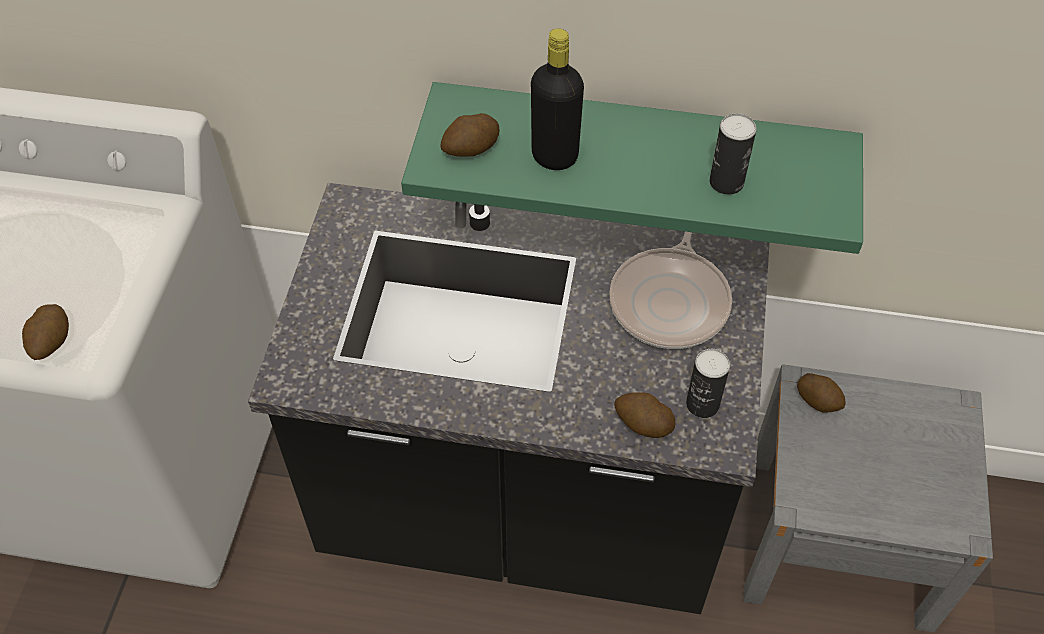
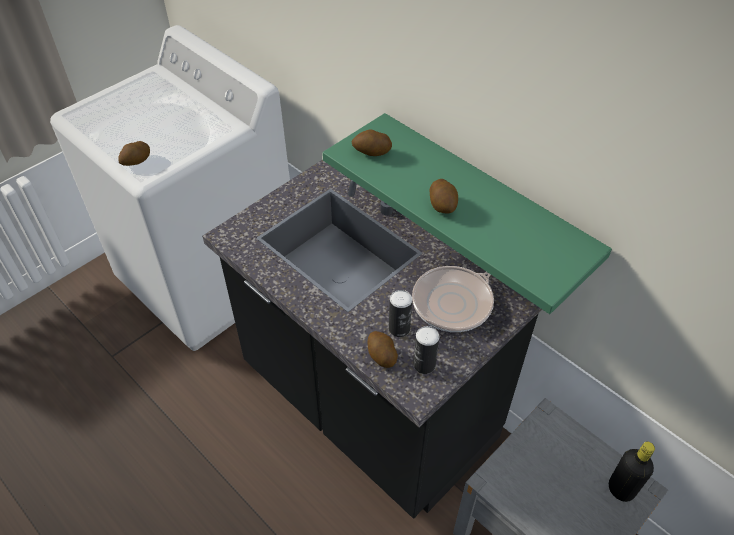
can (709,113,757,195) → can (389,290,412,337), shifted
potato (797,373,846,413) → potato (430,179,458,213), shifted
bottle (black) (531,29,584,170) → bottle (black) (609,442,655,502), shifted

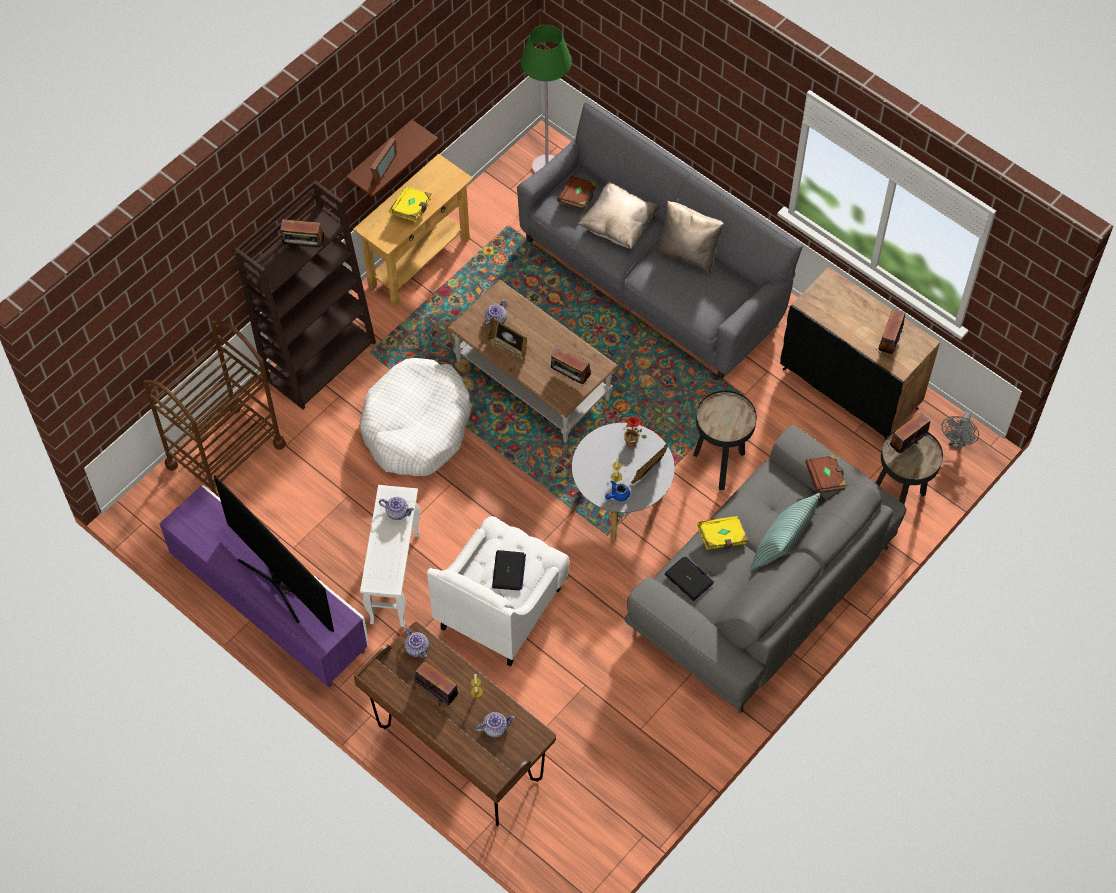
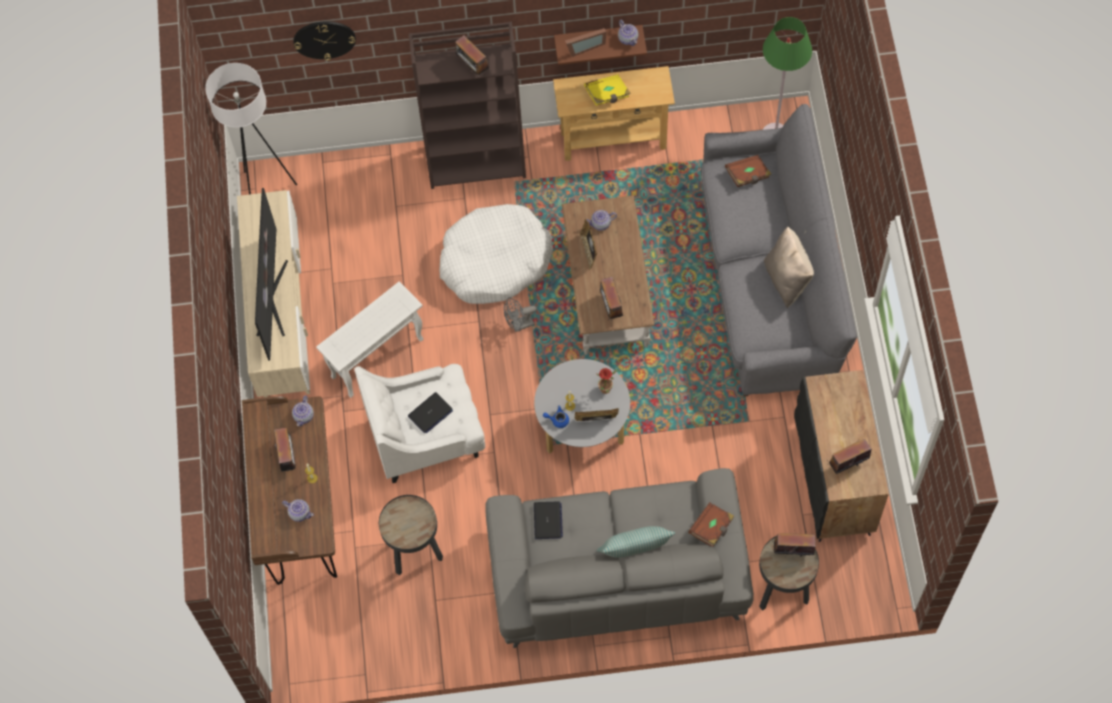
- → floor lamp (white) (205,63,297,194)
tv stand (purple) (159,485,369,688) → tv stand (beige) (237,190,310,397)
- → wall clock (293,21,356,60)
side table (black) (693,390,757,490) → side table (black) (379,495,443,576), shifted
fan (grey) (942,412,979,450) → fan (grey) (504,297,536,332), shifted
teapot (379,497,414,520) → teapot (618,20,638,46), shifted
cart (brown) (143,321,286,498) → -
pillow (beige) (577,180,660,249) → -
book (yellow) (697,516,749,550) → -

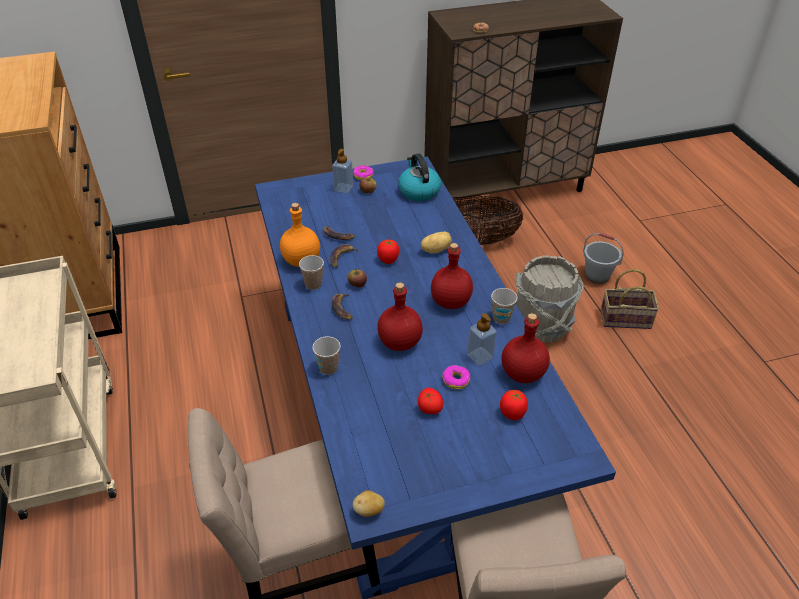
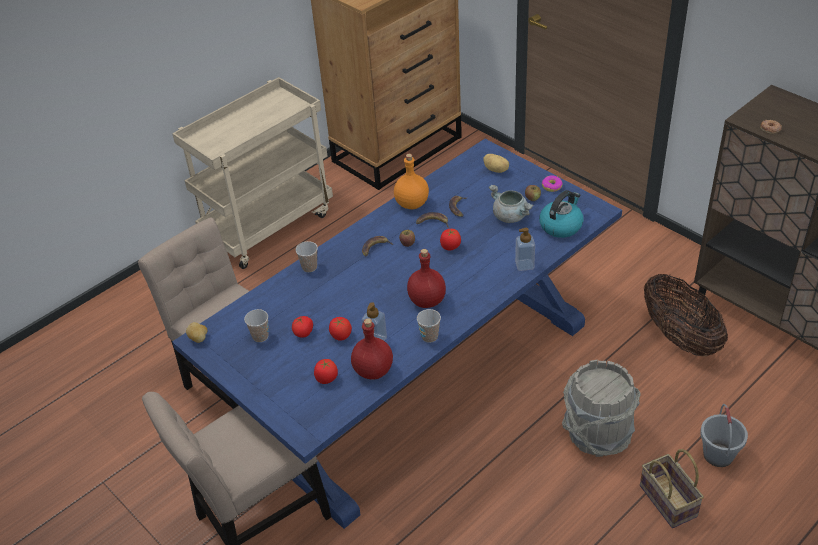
cup (299,255,324,290) → cup (244,309,269,342), shifted
donut (442,365,471,389) → tomato (329,317,352,341)
potato (421,231,452,253) → potato (483,154,509,173), shifted
- → cooking pot (grey) (489,185,533,223)
soap dispenser (332,149,353,193) → soap dispenser (515,228,535,271), shifted
bottle (red) (377,283,423,351) → -

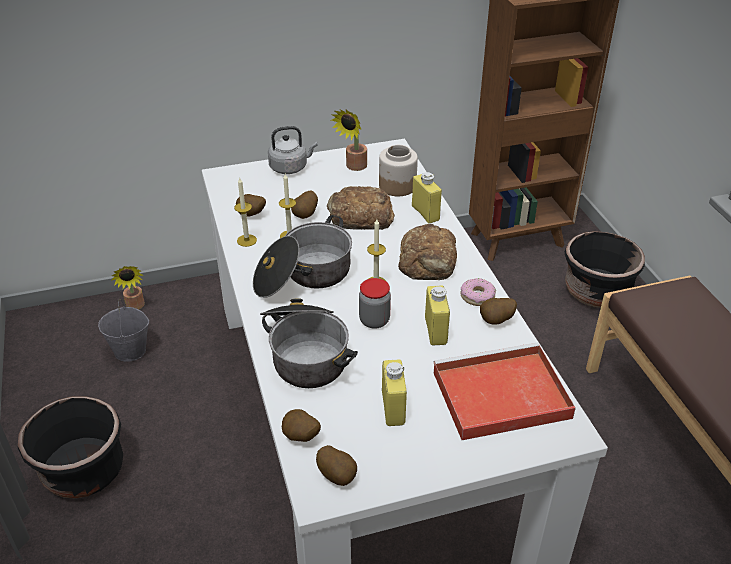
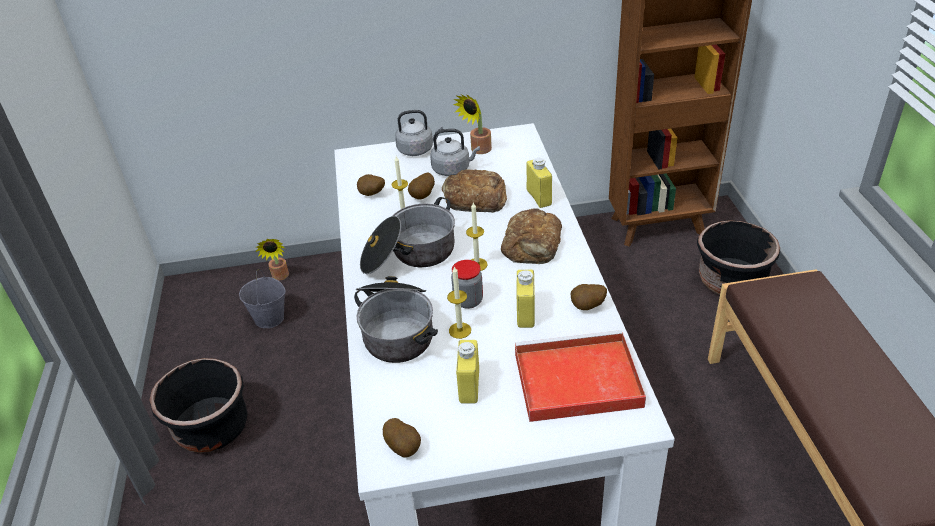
- → kettle (grey) (430,129,480,176)
candle (234,178,257,247) → candle (447,266,471,339), shifted
potato (282,409,321,442) → -
jar (379,145,418,196) → -
donut (460,278,496,306) → -

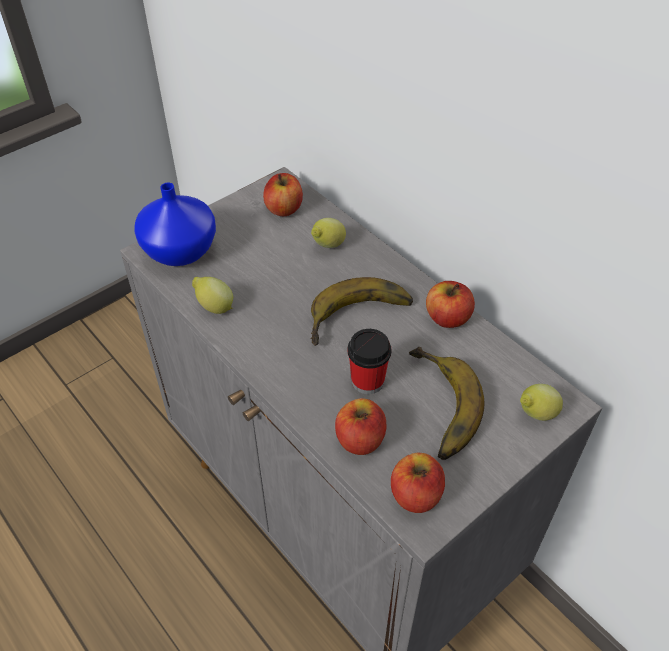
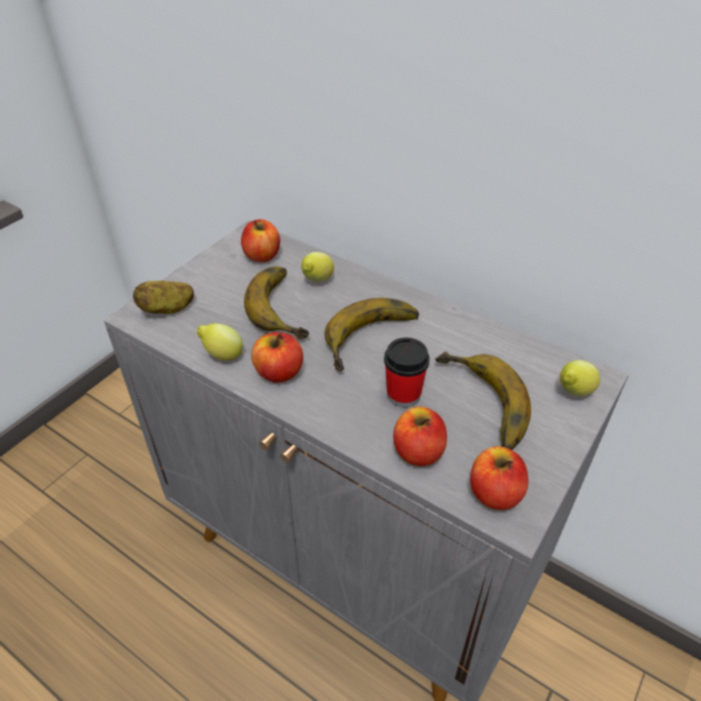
vase (blue) (134,183,216,266) → potato (133,280,194,314)
- → banana (244,267,309,339)
apple (426,281,475,328) → apple (251,332,303,383), shifted

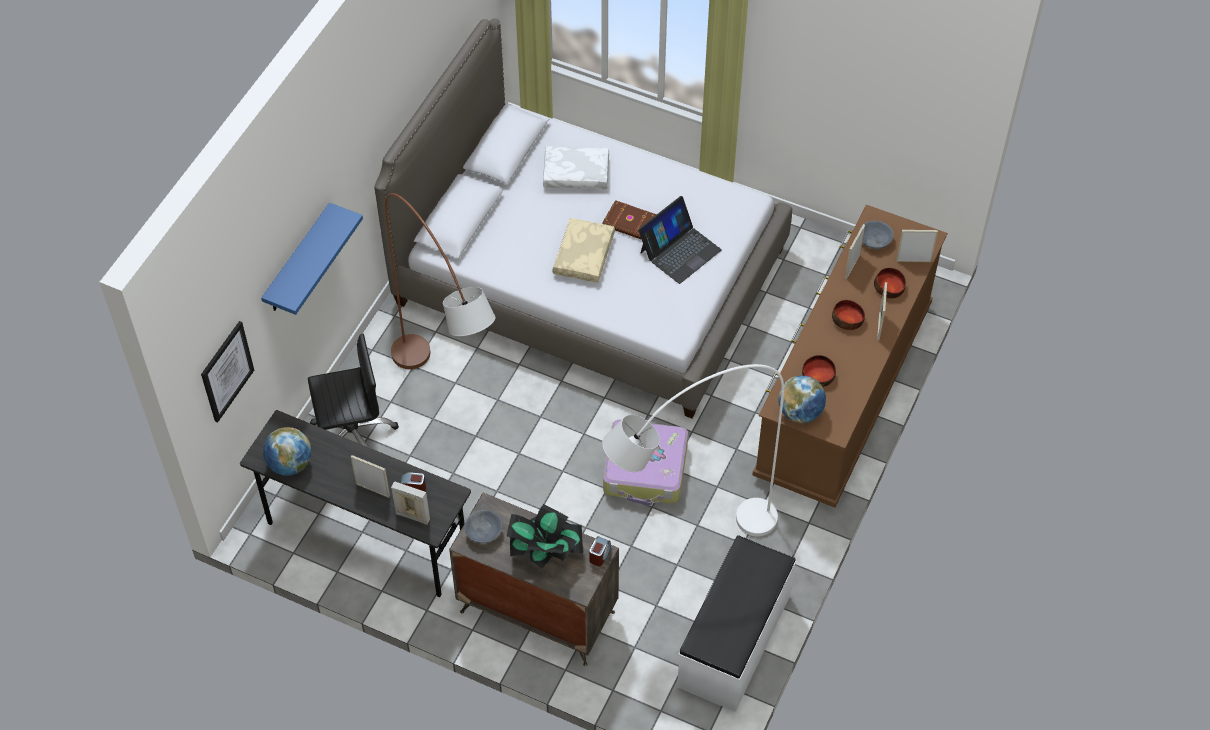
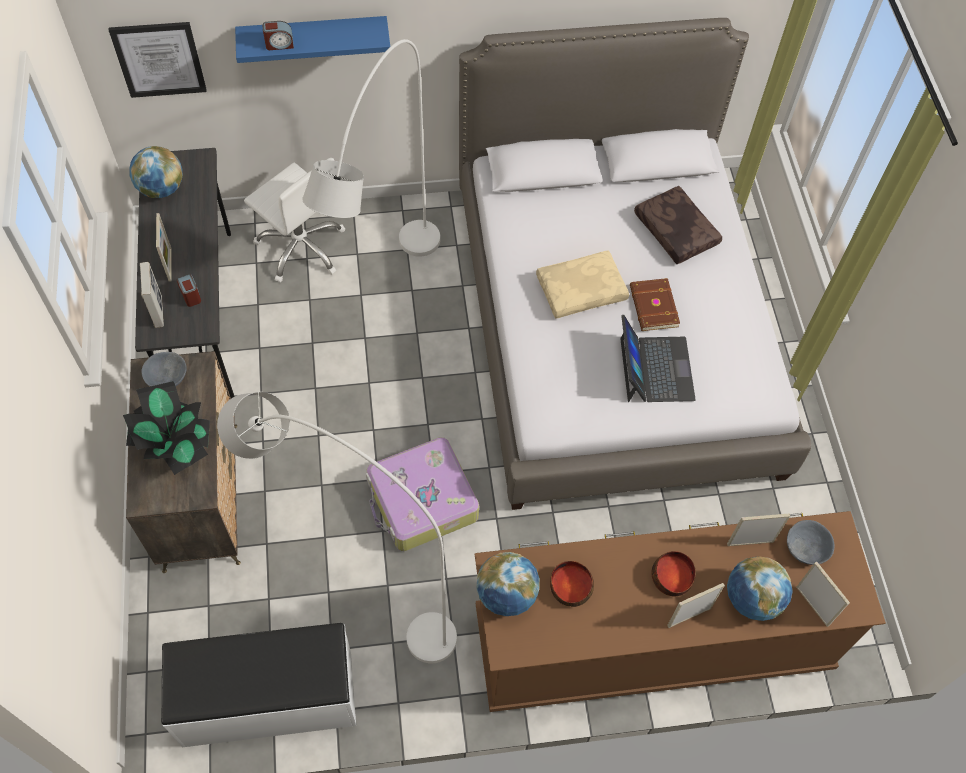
office chair (black) (308,333,399,447) → office chair (white) (244,158,345,283)
alarm clock (589,536,611,566) → alarm clock (263,21,294,50), shifted
floor lamp (brown) (385,193,495,369) → floor lamp (white) (302,39,440,257)
laptop (638,196,721,284) → laptop (620,315,696,402), 105 degrees counterclockwise
pillow (white) (543,147,609,189) → pillow (brown) (634,186,722,264)
bowl (874,268,906,299) → globe (727,556,793,621)

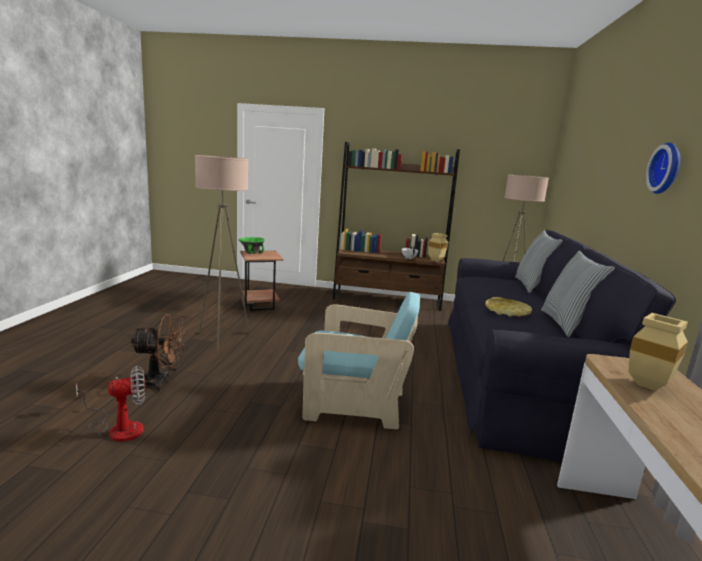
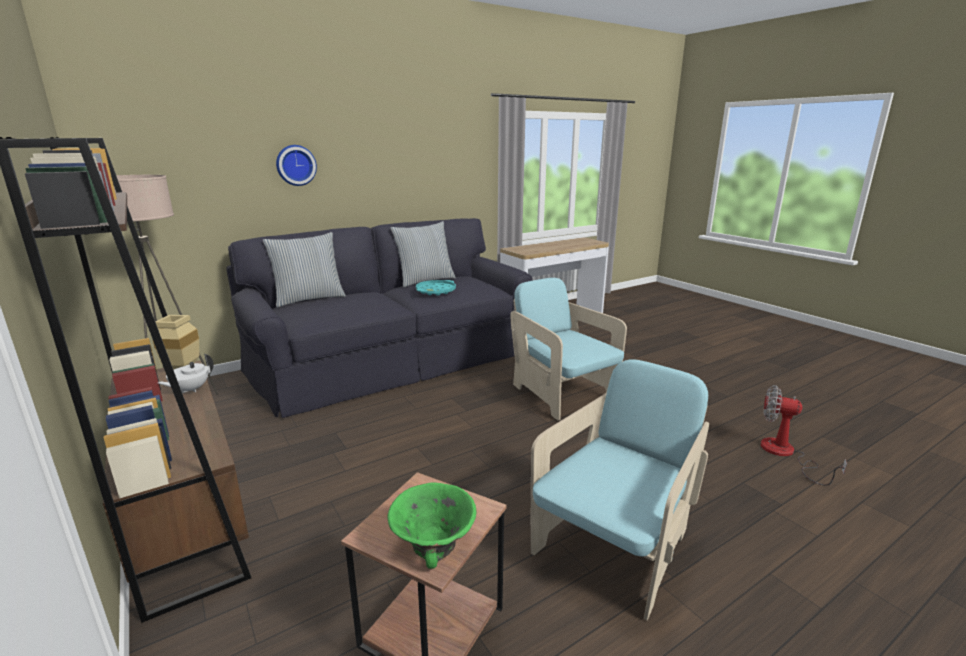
wall clock (646,142,680,194) → wall clock (276,145,317,186), shifted
tray (yellow) (485,297,532,317) → tray (turquoise) (416,280,456,296)
floor lamp (beige) (195,155,250,350) → armchair (turquoise) (531,359,709,620)
fan (brown) (131,314,185,391) → -
vase (beige) (628,313,688,391) → -

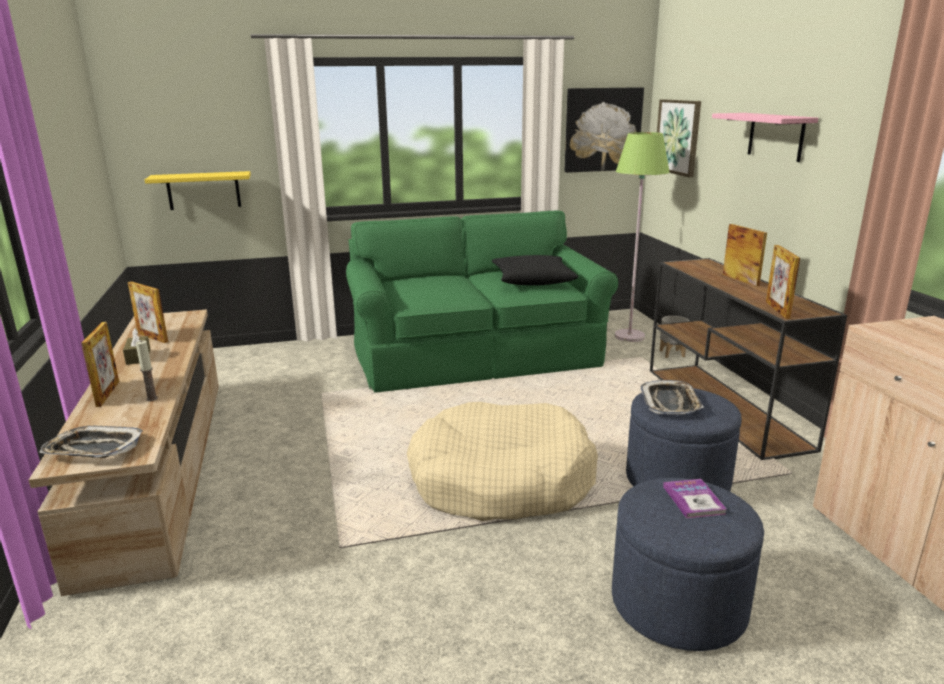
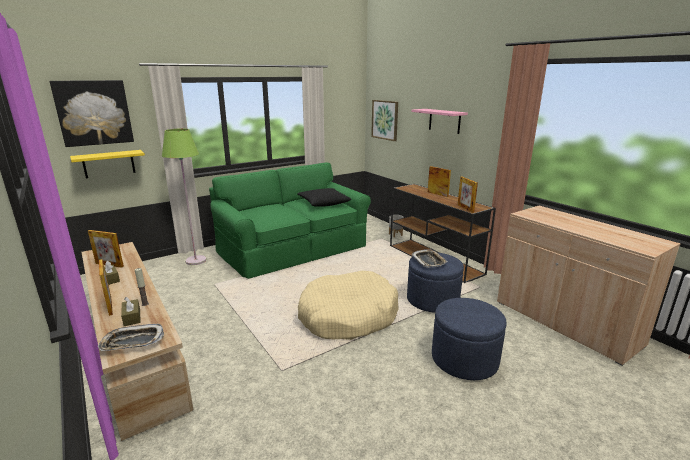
picture (565,87,644,173) → picture (50,80,134,147), shifted
- → tissue box (brown) (121,297,141,326)
floor lamp (green) (614,132,670,342) → floor lamp (green) (162,129,206,265), shifted
book (663,479,727,518) → -

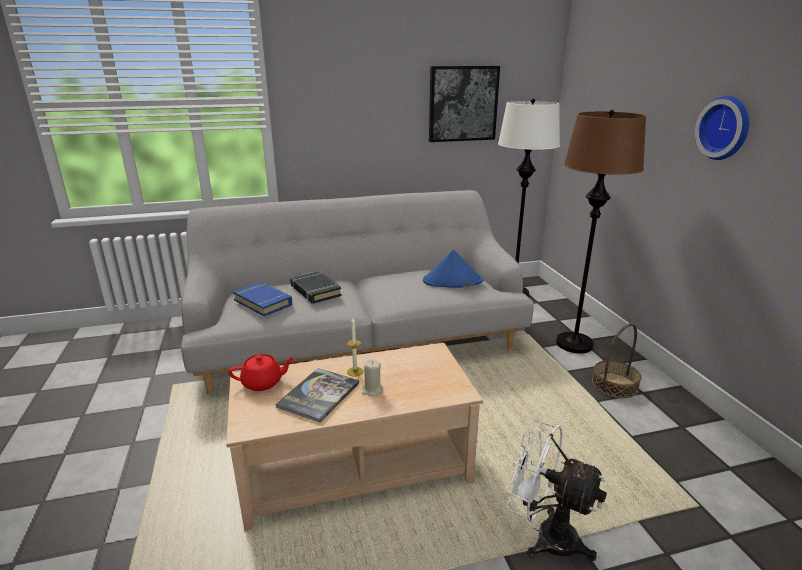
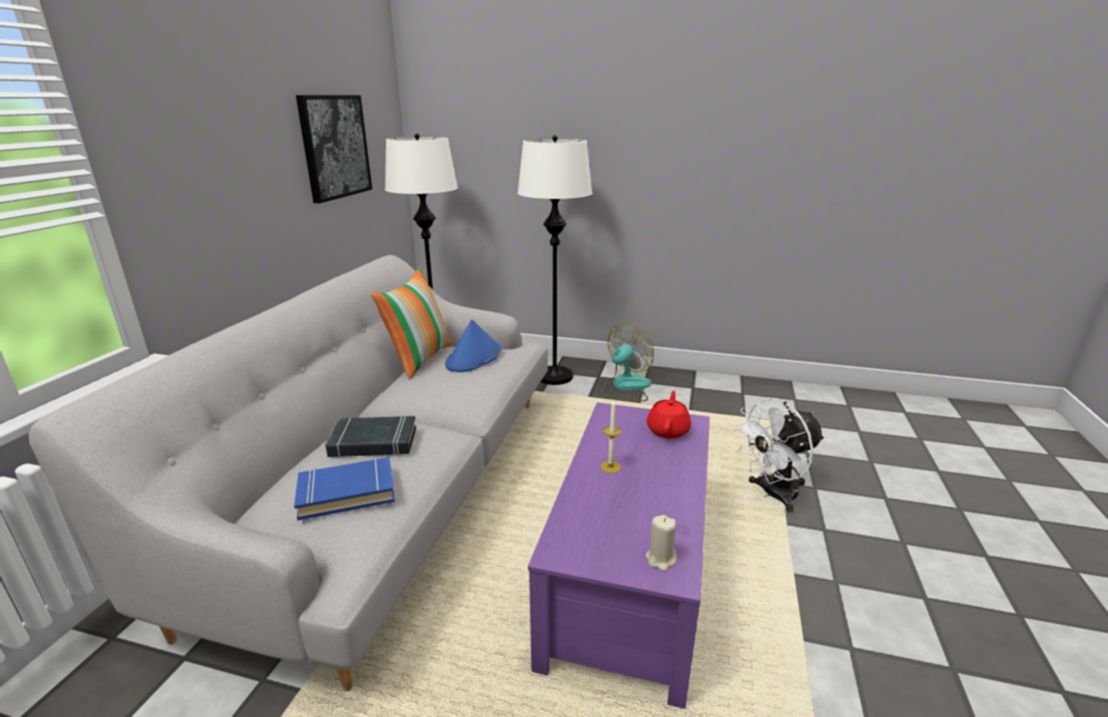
- → pillow (371,268,452,379)
floor lamp (brown) (556,110,646,353) → floor lamp (white) (518,135,592,385)
coffee table (beige) (226,343,483,531) → coffee table (purple) (528,402,710,709)
basket (592,324,642,398) → fan (602,324,654,402)
candle (beige) (362,359,383,396) → candle (beige) (646,515,677,571), shifted
teapot (red) (228,354,295,391) → teapot (red) (647,391,691,438), shifted
book (275,368,359,422) → -
wall clock (695,96,749,160) → -

